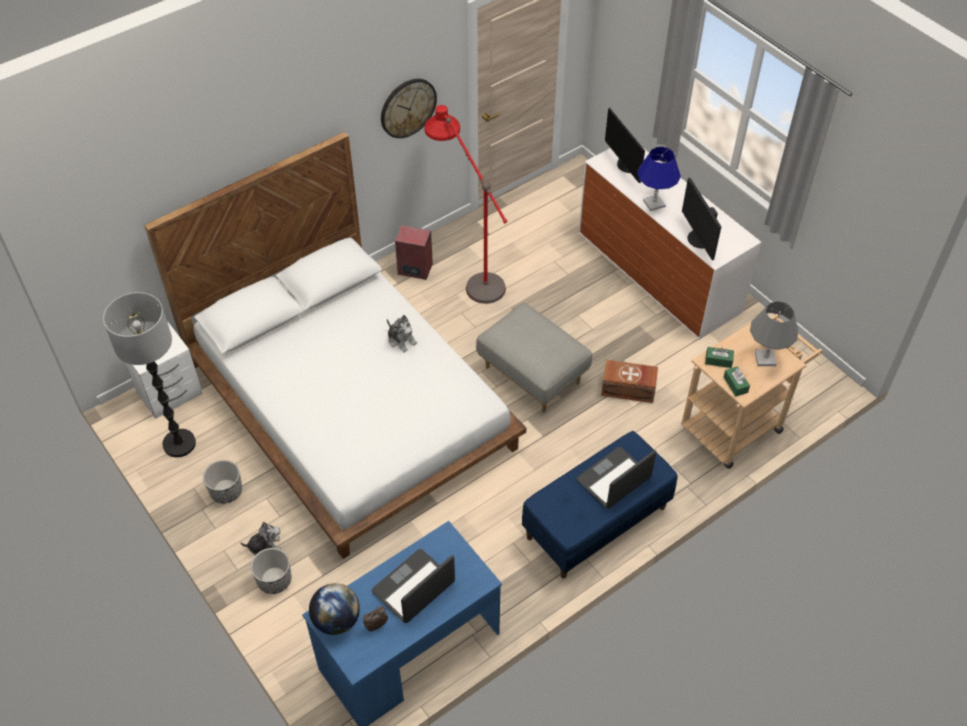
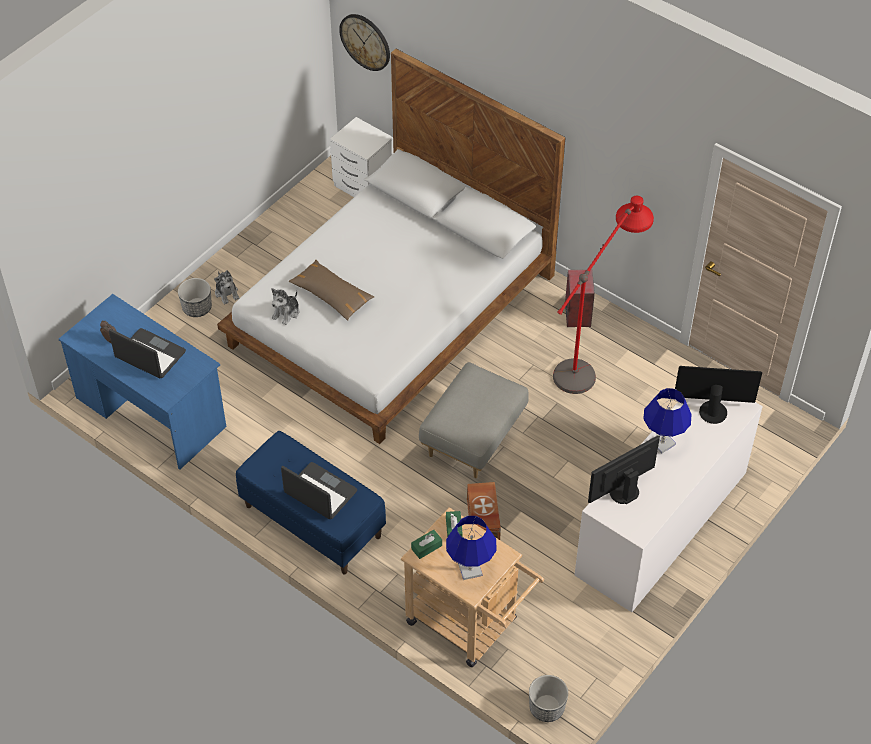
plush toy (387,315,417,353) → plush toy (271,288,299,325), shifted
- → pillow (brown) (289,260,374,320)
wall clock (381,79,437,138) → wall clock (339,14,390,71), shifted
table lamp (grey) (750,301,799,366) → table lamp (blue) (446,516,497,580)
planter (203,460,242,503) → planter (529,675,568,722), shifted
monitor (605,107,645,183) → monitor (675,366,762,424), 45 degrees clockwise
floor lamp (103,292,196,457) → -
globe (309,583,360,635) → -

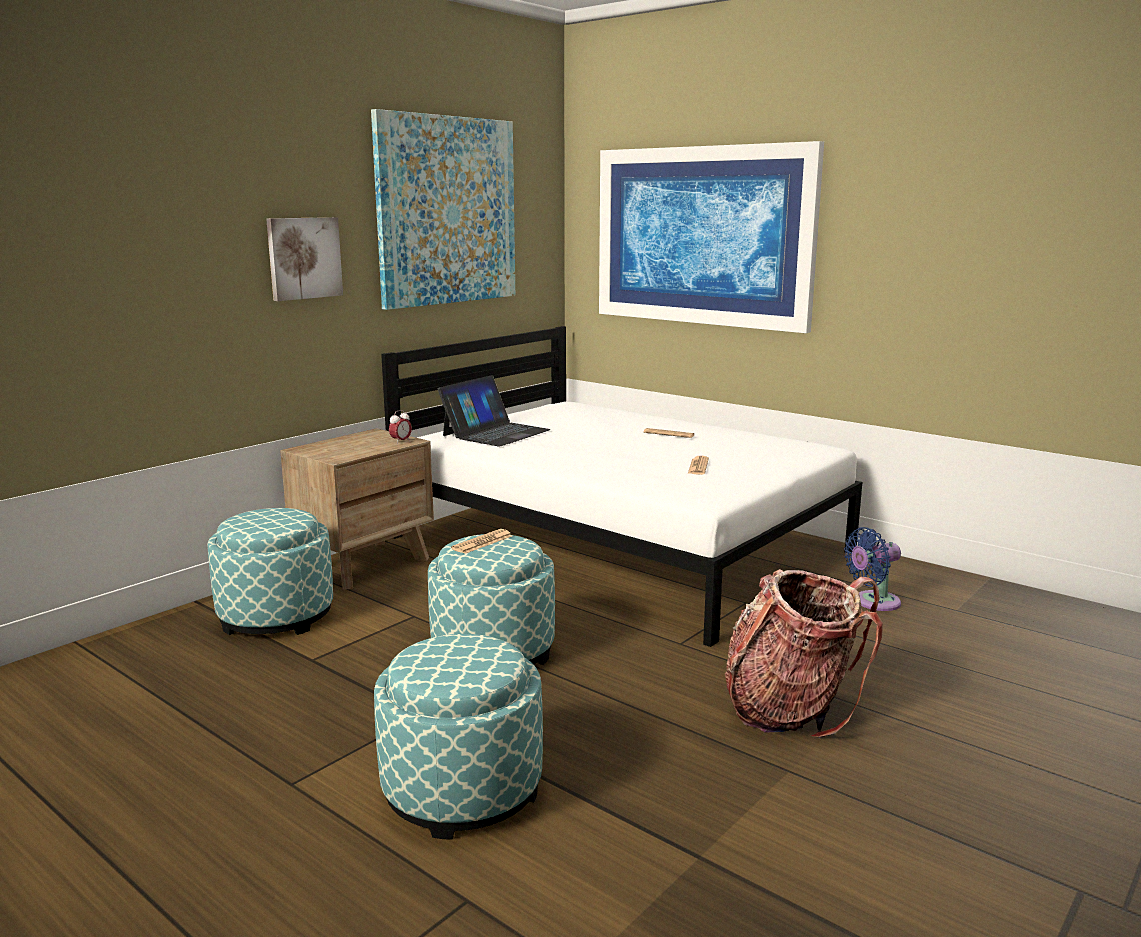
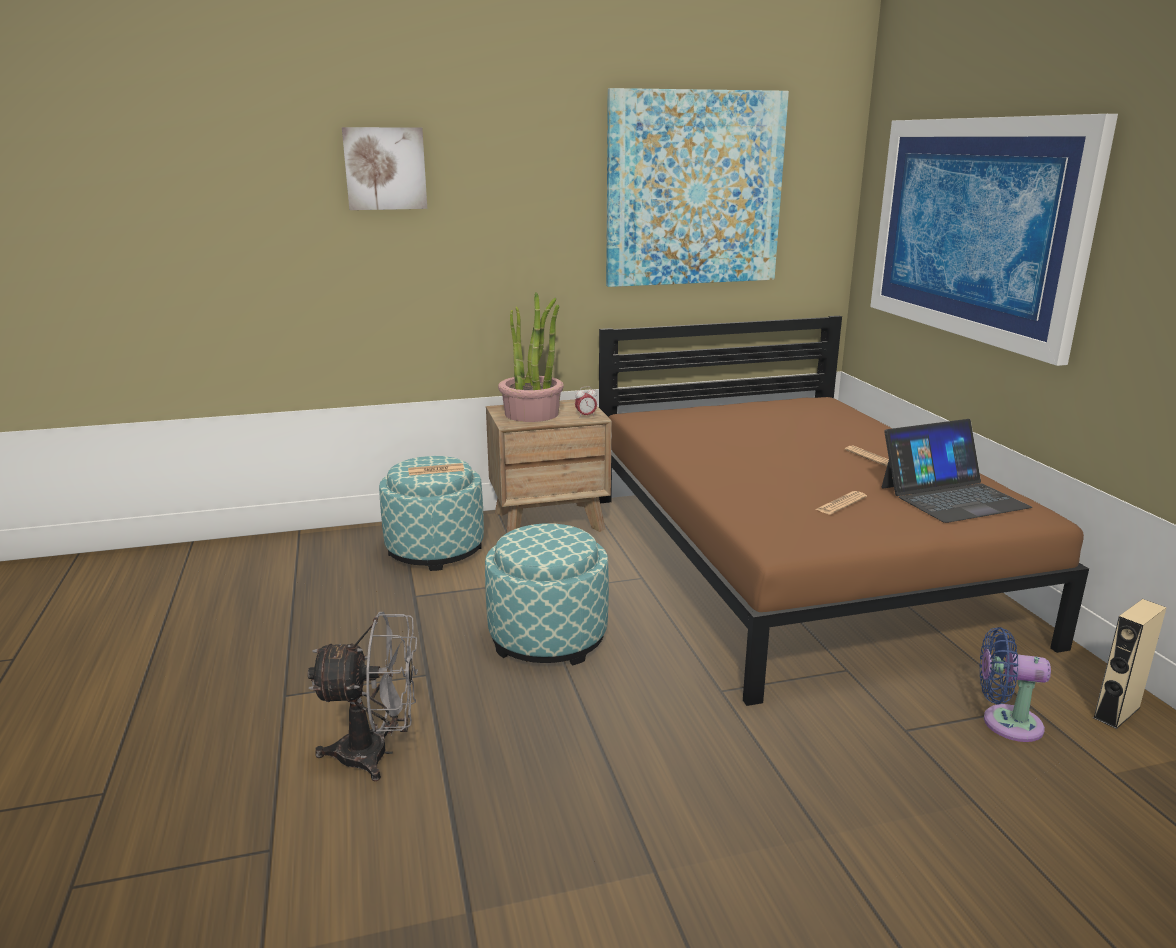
ottoman (374,634,543,840) → fan (grey) (308,612,418,781)
picture (266,217,343,301) → picture (342,127,427,210), shifted
newspaper (451,529,512,554) → newspaper (408,463,464,476), shifted
- → potted plant (498,292,564,422)
bed (white) (381,326,862,647) → bed (brown) (599,316,1089,706)
laptop (438,375,551,447) → laptop (882,419,1032,523), shifted
- → speaker (beige) (1093,599,1167,729)
backpack (725,569,883,738) → -

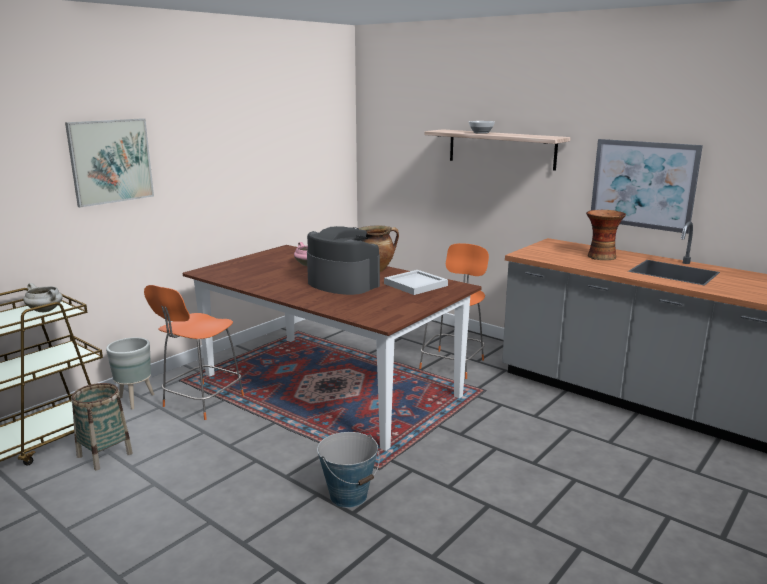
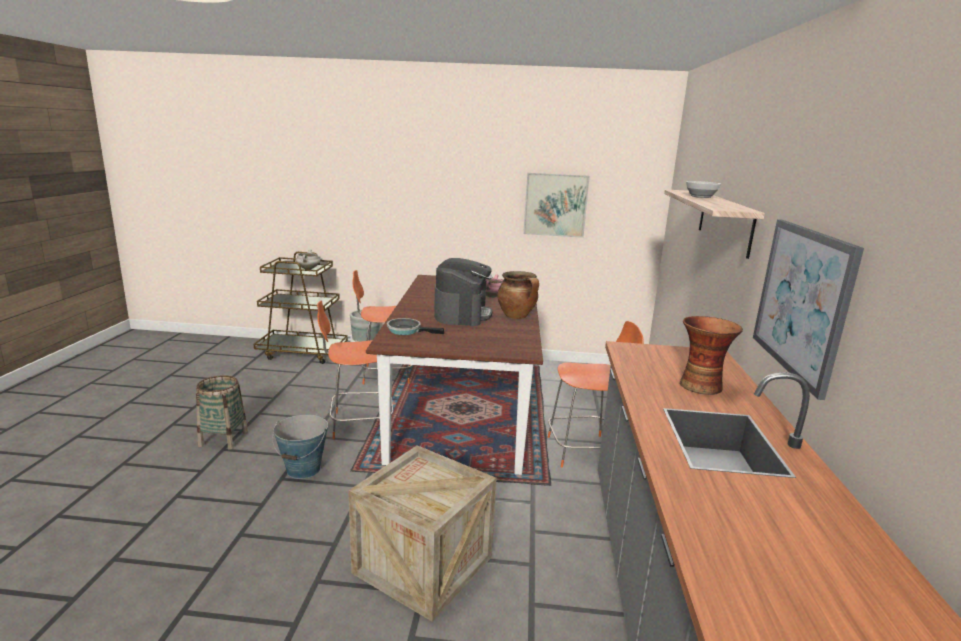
basket (71,383,133,470) → basket (196,375,248,450), shifted
- → chair (orange) (317,301,393,439)
- → crate (348,445,497,622)
- → frying pan (387,318,444,335)
picture (65,118,154,207) → picture (523,173,590,238), shifted
tray (white) (384,270,448,295) → -

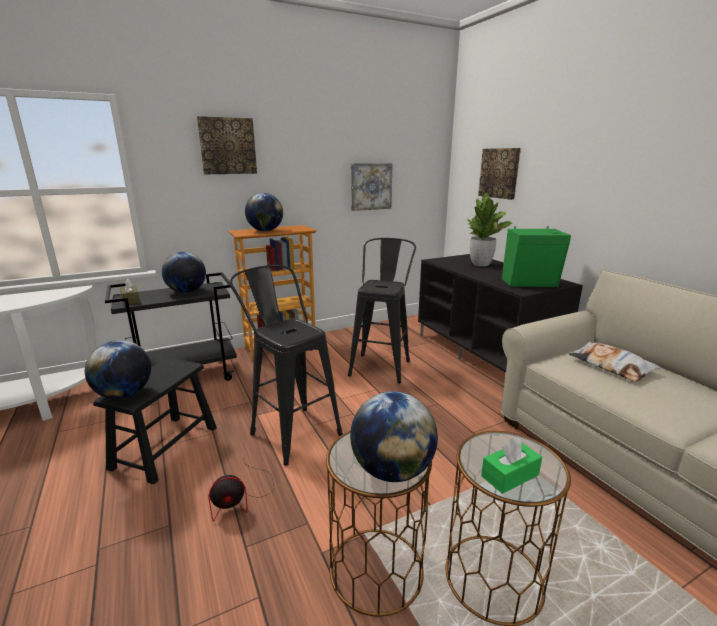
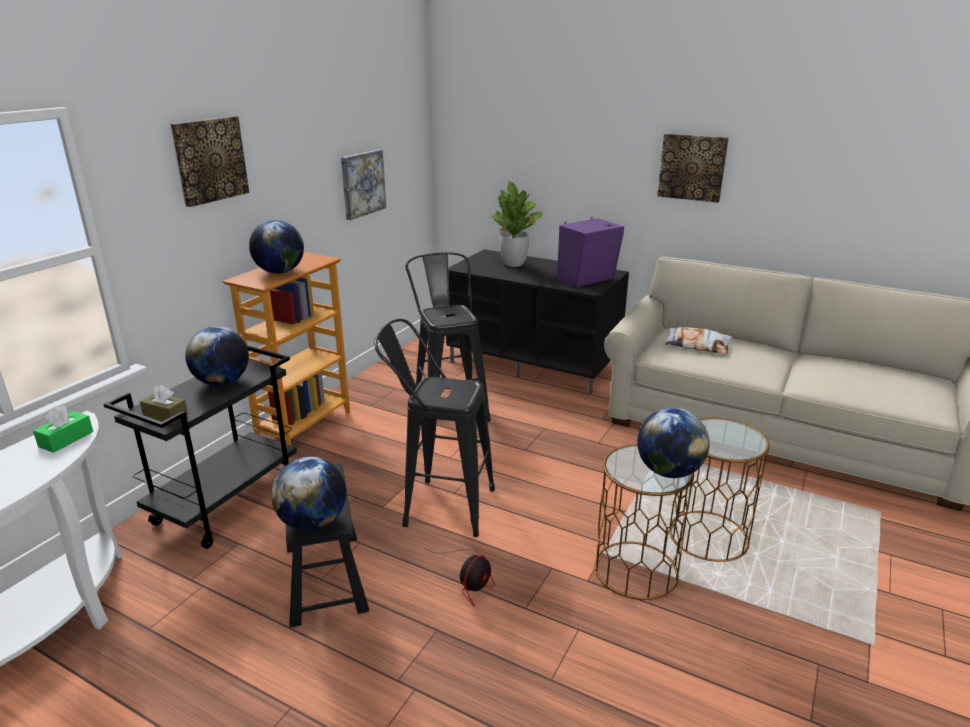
tissue box (green) (481,437,542,494) → tissue box (green) (33,405,93,453), shifted
speaker (green) (502,226,571,287) → speaker (purple) (557,217,624,287)
picture (478,148,521,200) → picture (657,134,728,203), shifted

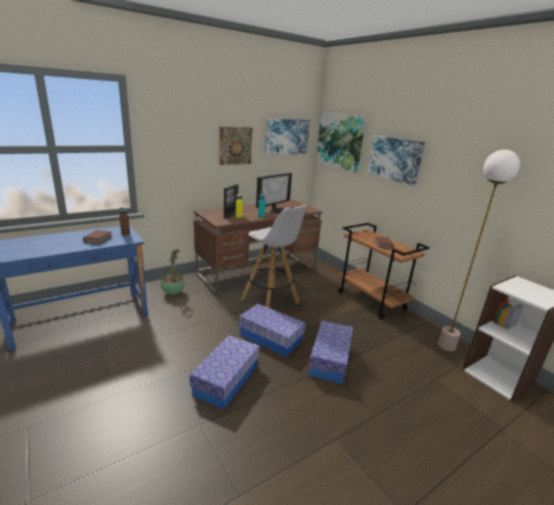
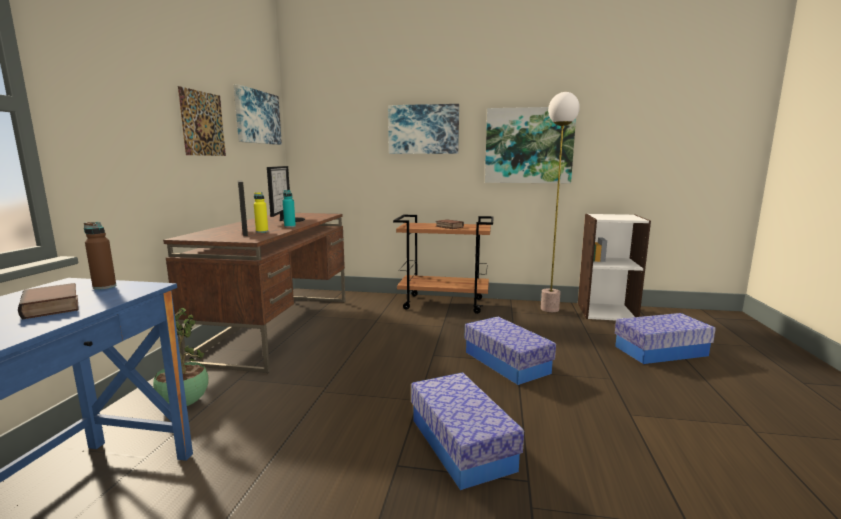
picture (316,113,366,174) → picture (485,107,576,183), shifted
storage box (239,304,306,357) → storage box (615,313,716,364), shifted
stool (white) (240,205,307,308) → -

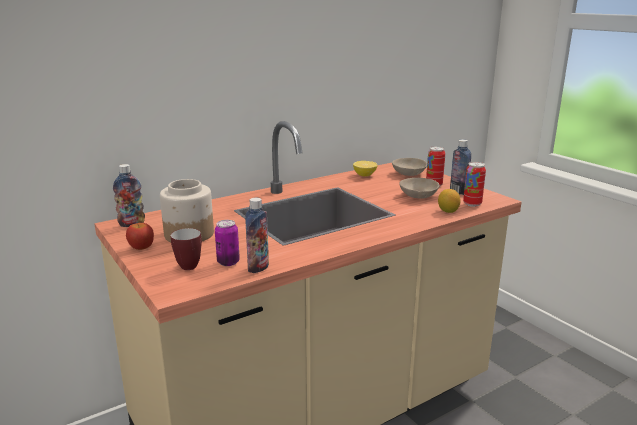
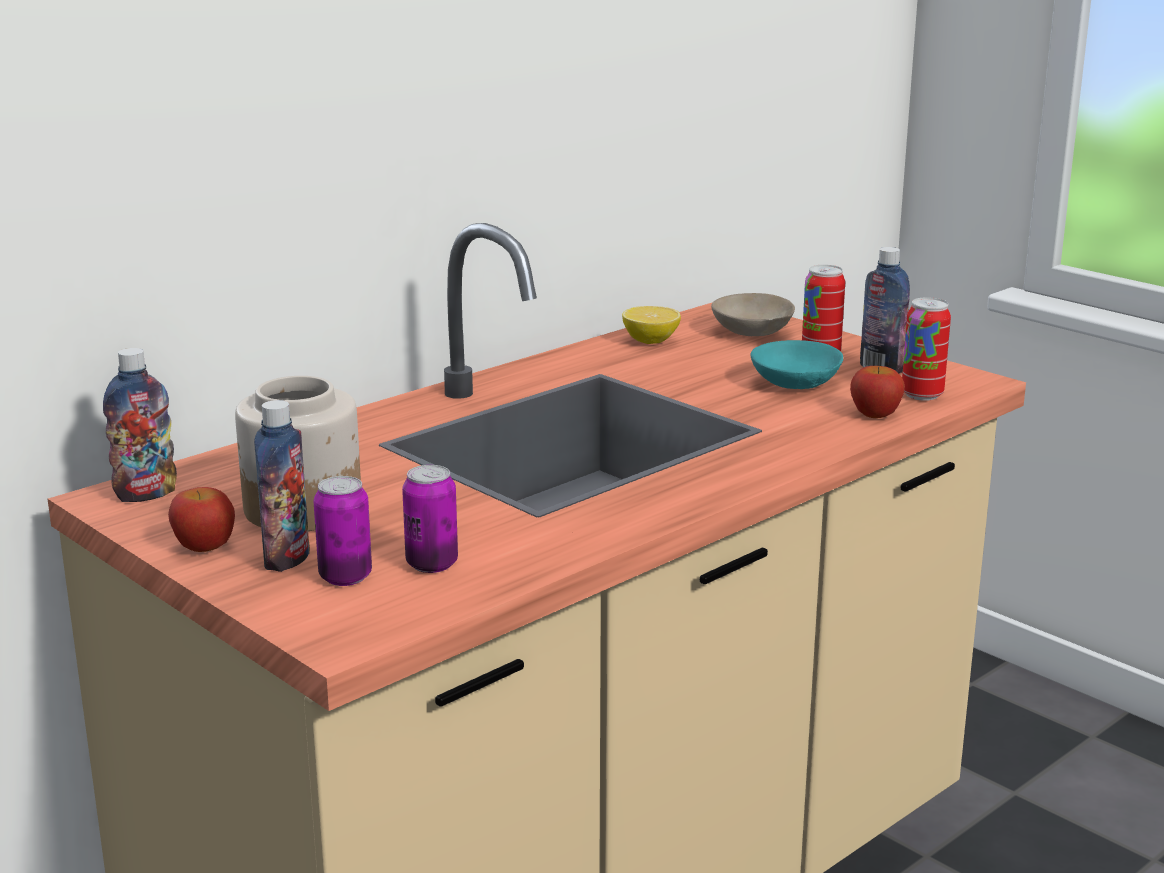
bottle (245,198,269,273) → bottle (254,400,310,572), shifted
mug (171,228,202,270) → can (313,476,372,586)
bowl (beige) (399,178,439,199) → bowl (turquoise) (751,340,843,389)
lemon (438,189,461,213) → apple (850,366,905,418)

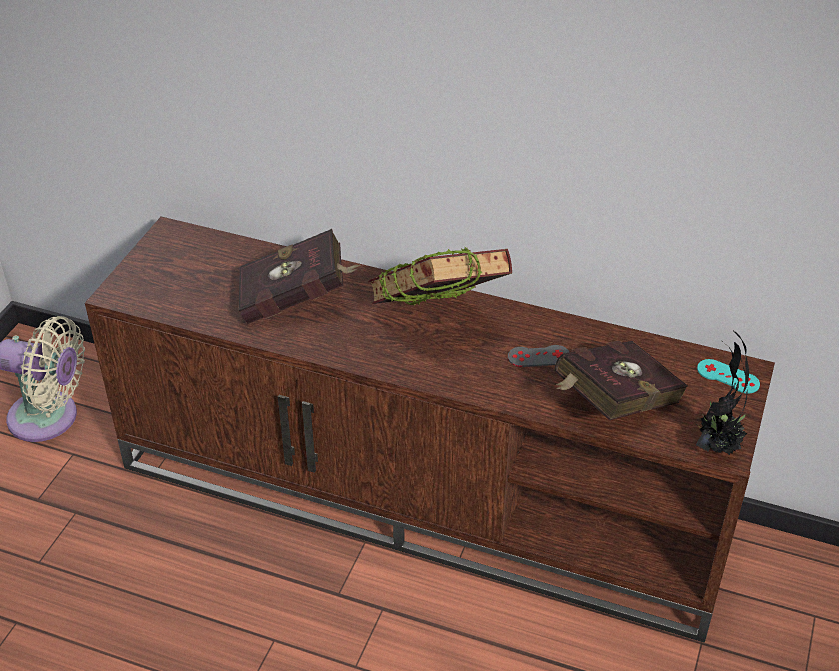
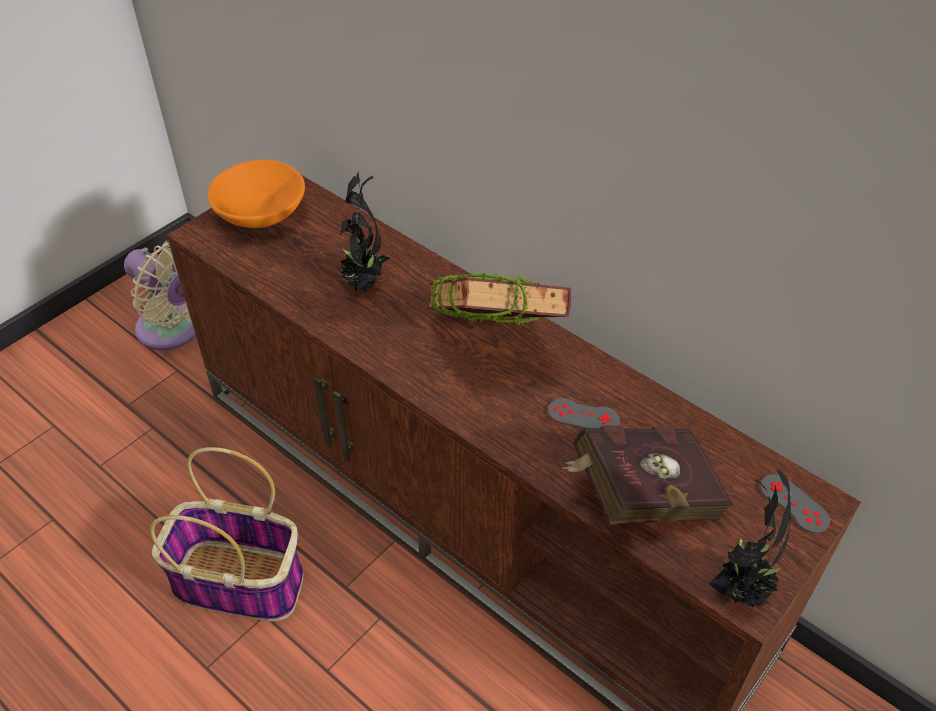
- → basket (150,447,304,621)
- → bowl (orange) (208,160,305,228)
book (red) (239,229,360,324) → potted plant (340,172,390,292)
game controller (turquoise) (697,359,760,394) → game controller (grey) (760,474,830,533)

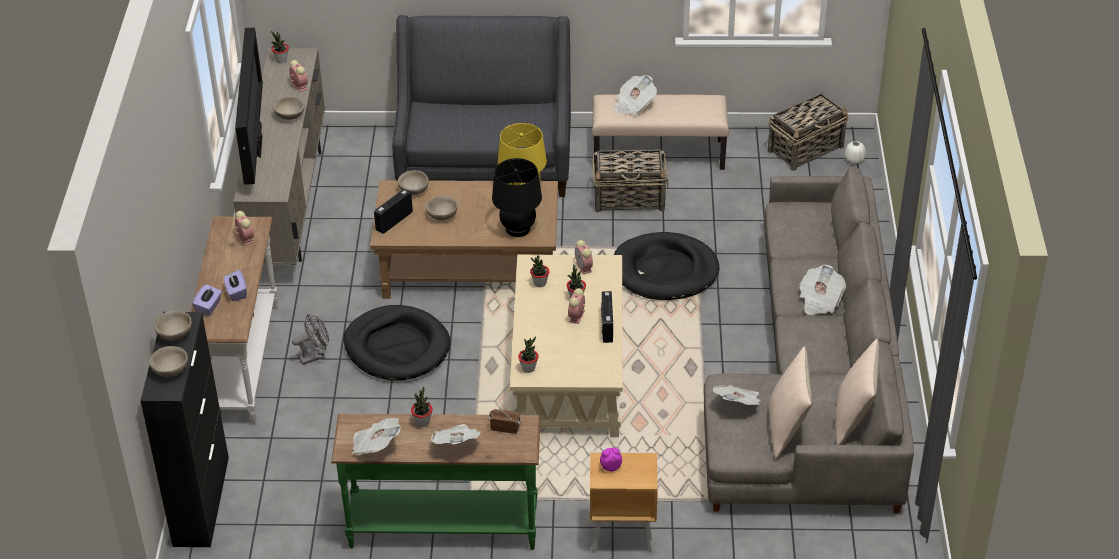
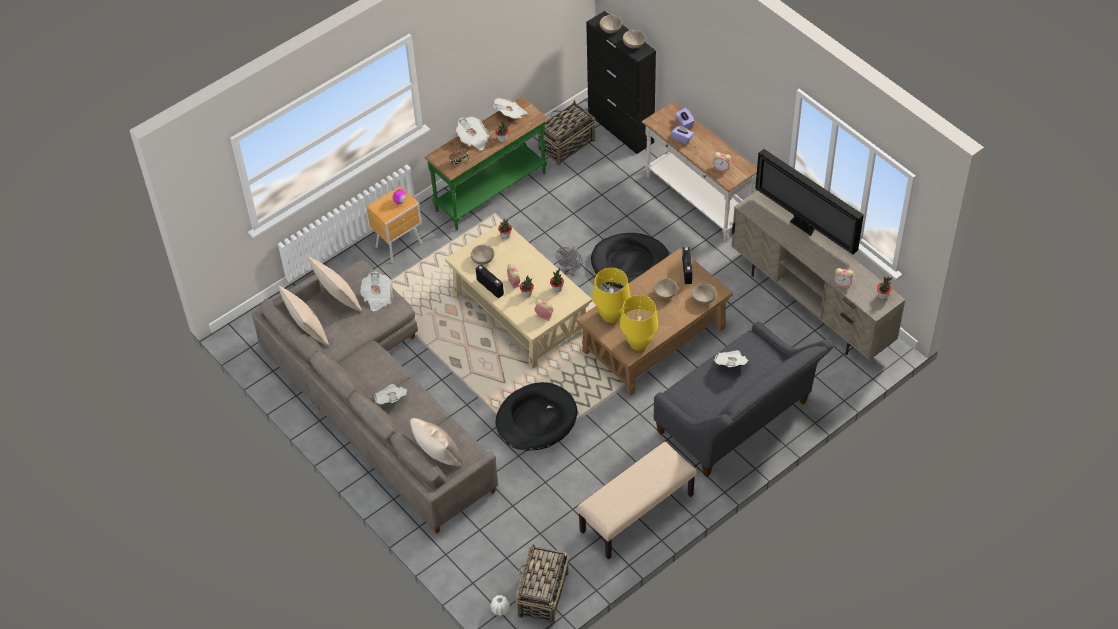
- → pillow (beige) (410,418,463,466)
bowl (beige) (273,96,305,120) → bowl (beige) (471,245,494,265), shifted
basket (592,150,668,212) → basket (538,100,596,165), shifted
fan (grey) (292,314,329,365) → fan (grey) (556,246,583,275), shifted
table lamp (black) (492,158,542,237) → table lamp (yellow) (592,268,630,323)
newspaper (614,75,657,116) → newspaper (714,350,749,367), shifted

